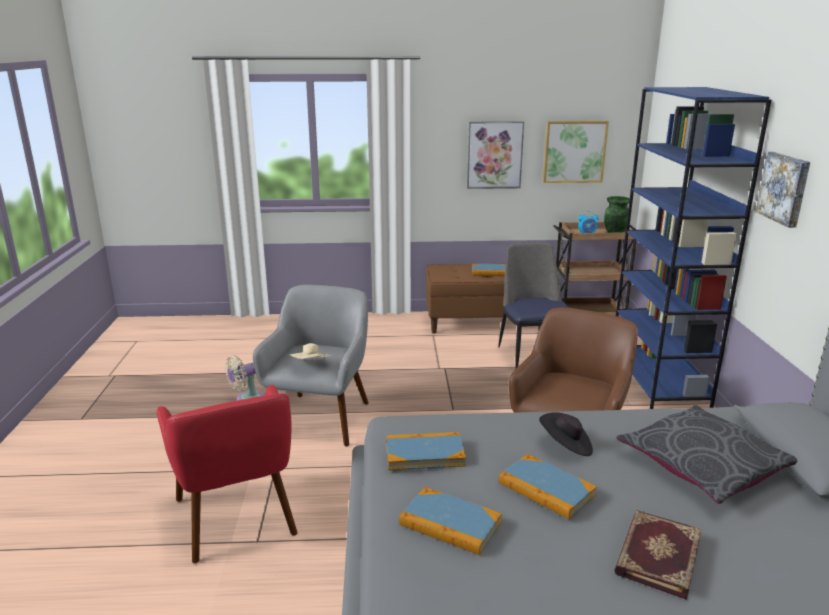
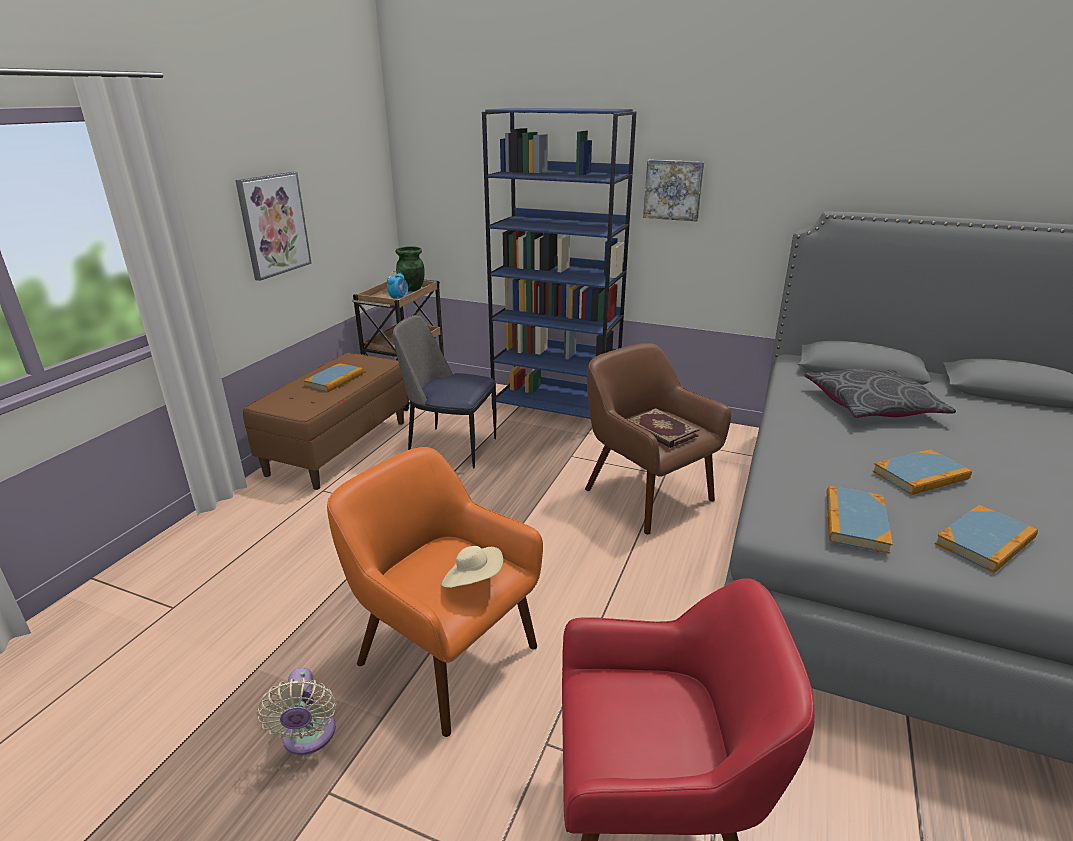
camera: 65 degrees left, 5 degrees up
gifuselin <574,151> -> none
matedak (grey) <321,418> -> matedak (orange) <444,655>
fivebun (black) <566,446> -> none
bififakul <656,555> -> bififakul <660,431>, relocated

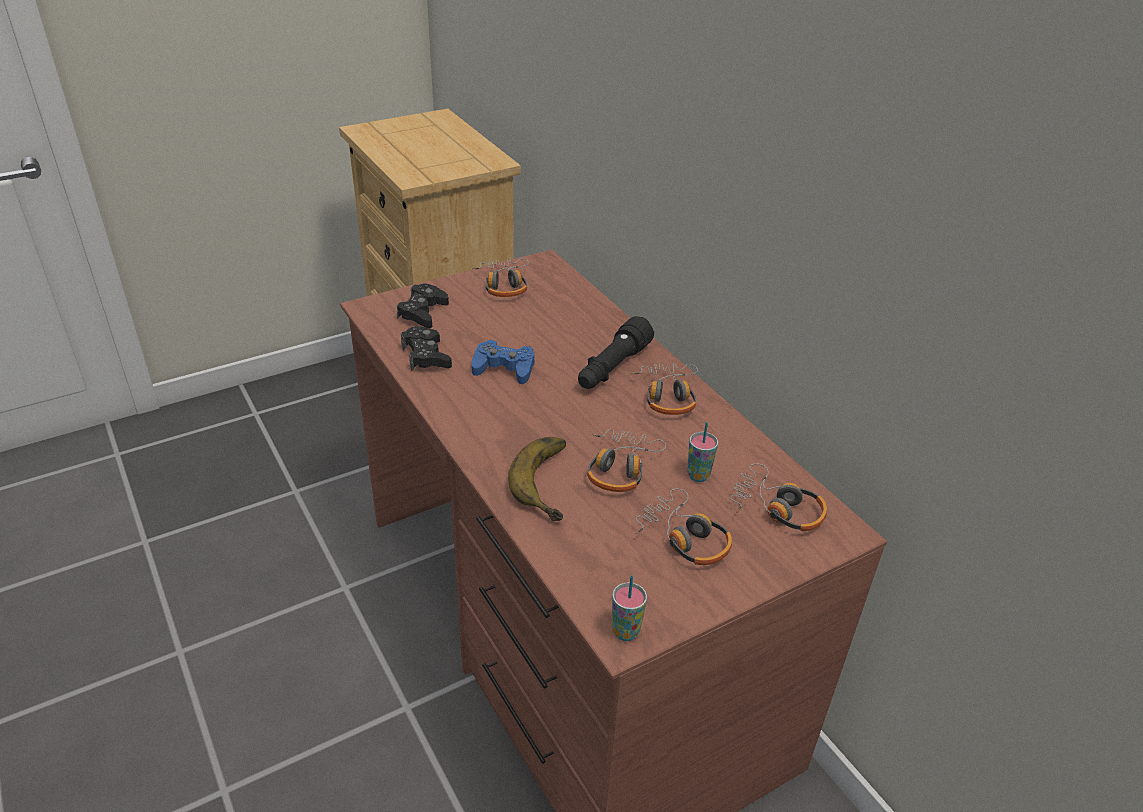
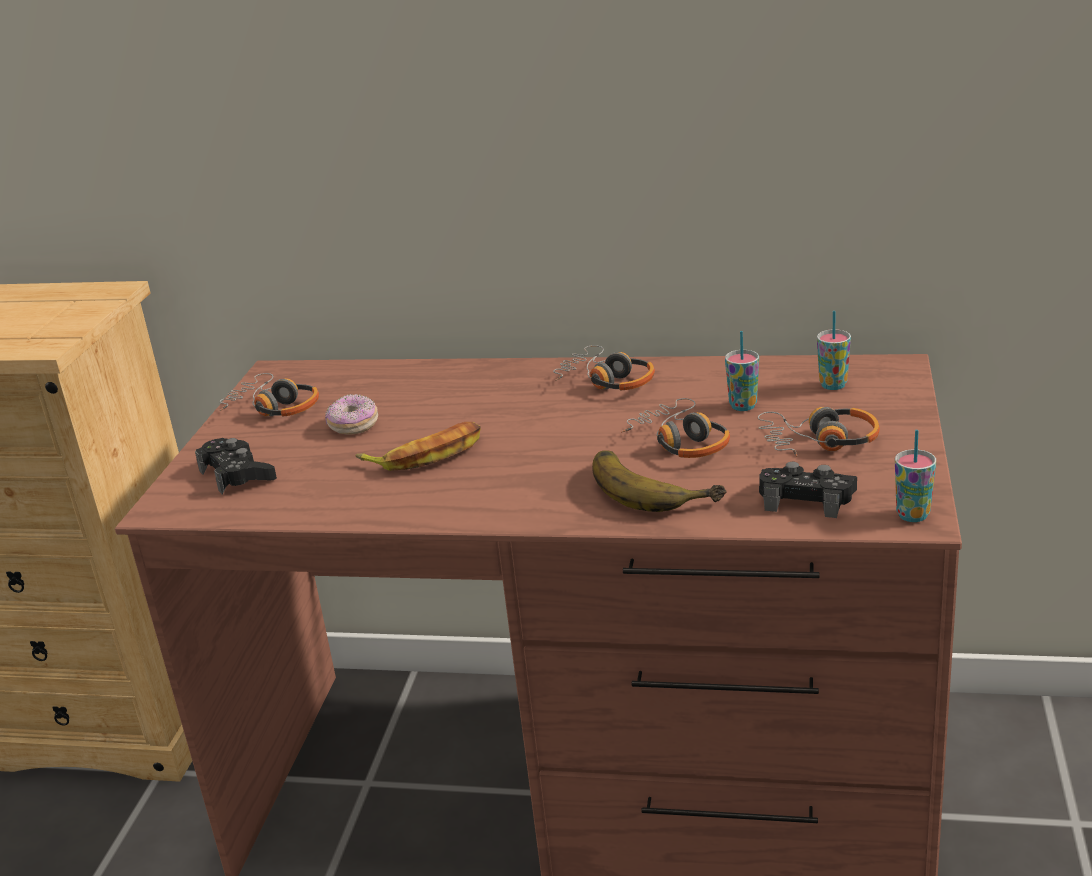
camera: 45 degrees left, 10 degrees down
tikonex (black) <612,368> -> none
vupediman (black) <426,356> -> vupediman (black) <806,499>, relocated
vupediman (blue) <504,368> -> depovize <426,455>
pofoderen <776,508> -> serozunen <833,385>
none -> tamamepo <353,425>

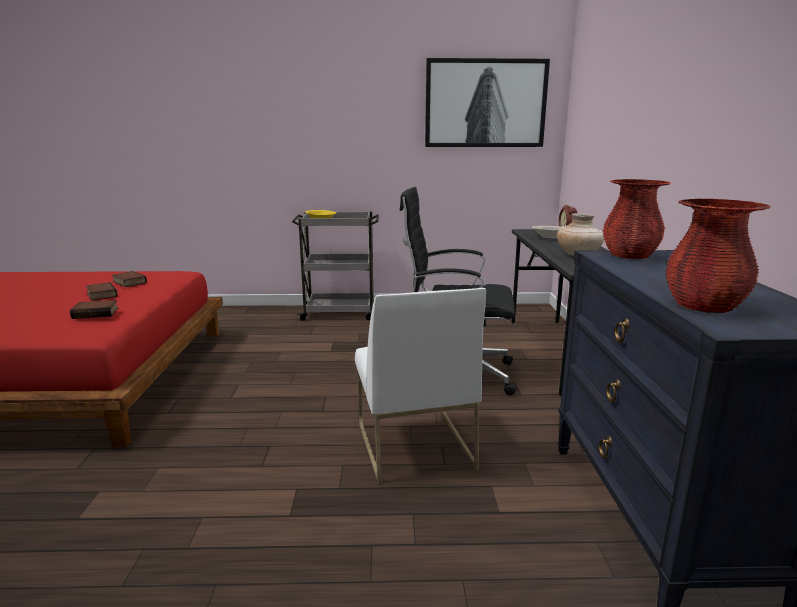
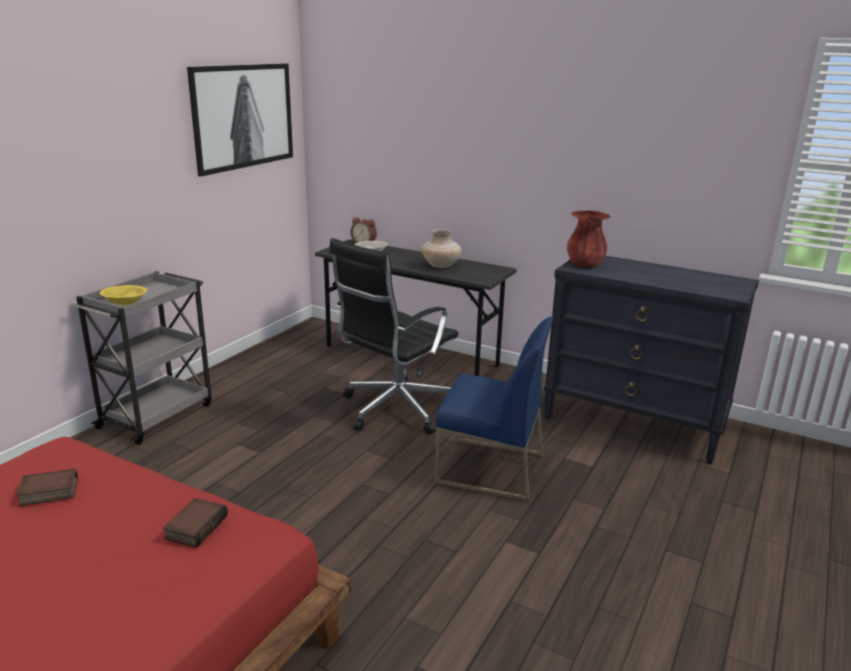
camera: 60 degrees left, 5 degrees up
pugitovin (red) <704,306> -> none
bififakul <100,295> -> none
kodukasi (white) <413,445> -> kodukasi (blue) <489,469>

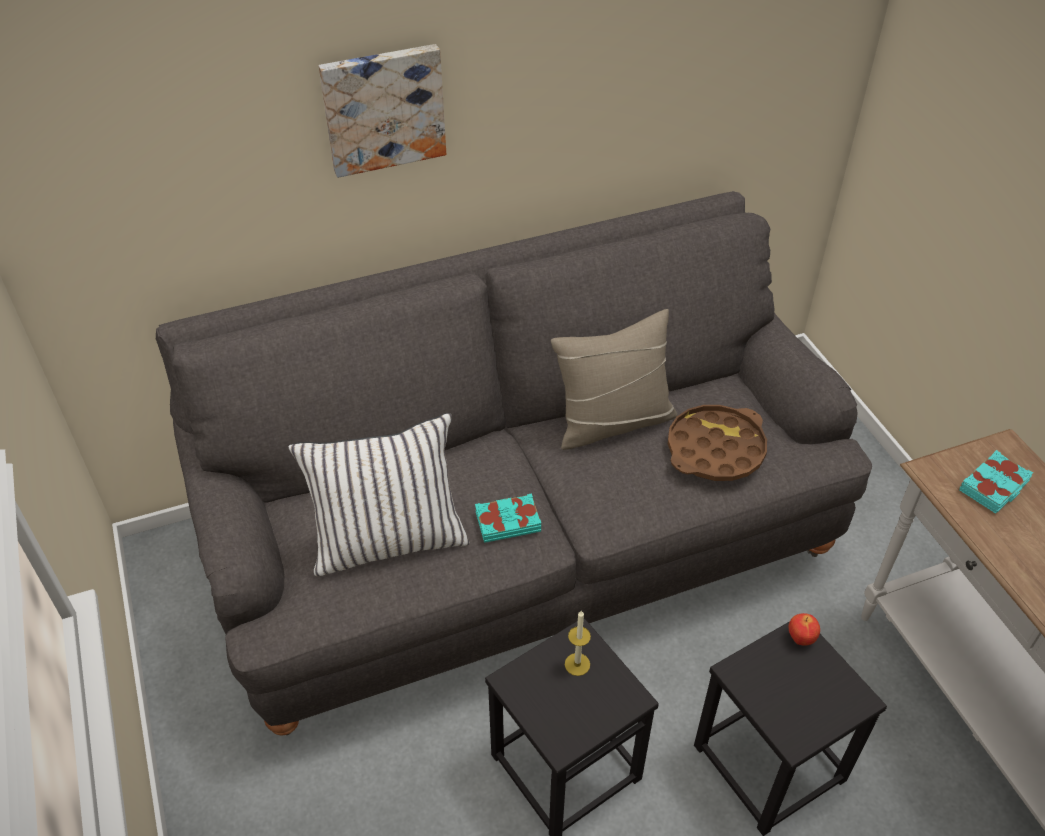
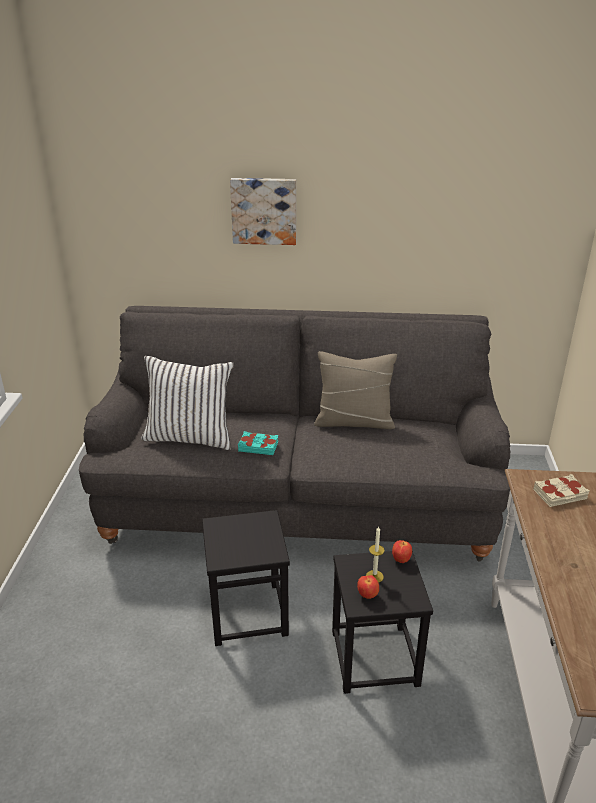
camera: 25 degrees right, 15 degrees down
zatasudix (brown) <715,449> -> none
bififakul (turquoise) <994,486> -> bififakul (beige) <560,495>
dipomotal <577,664> -> dipomotal <374,576>, relocated
none -> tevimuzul <367,595>

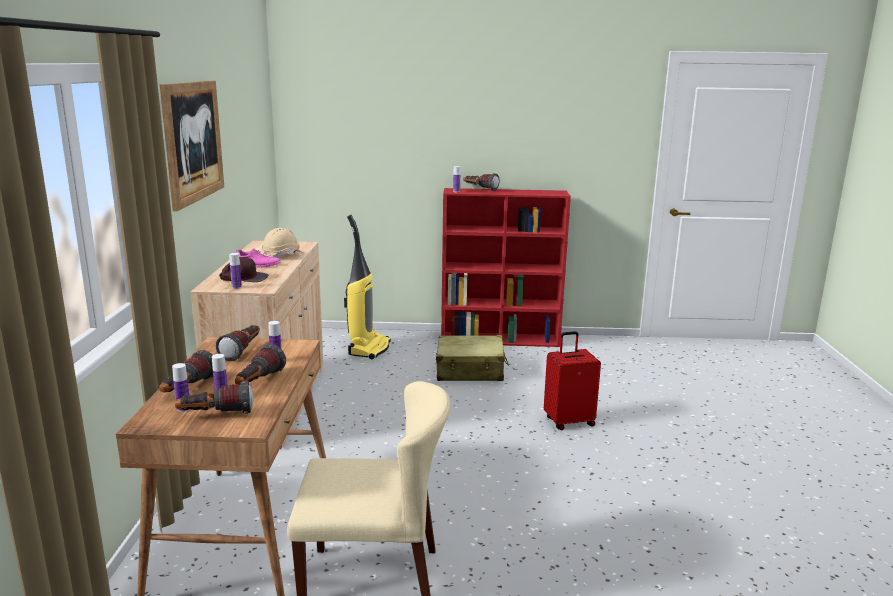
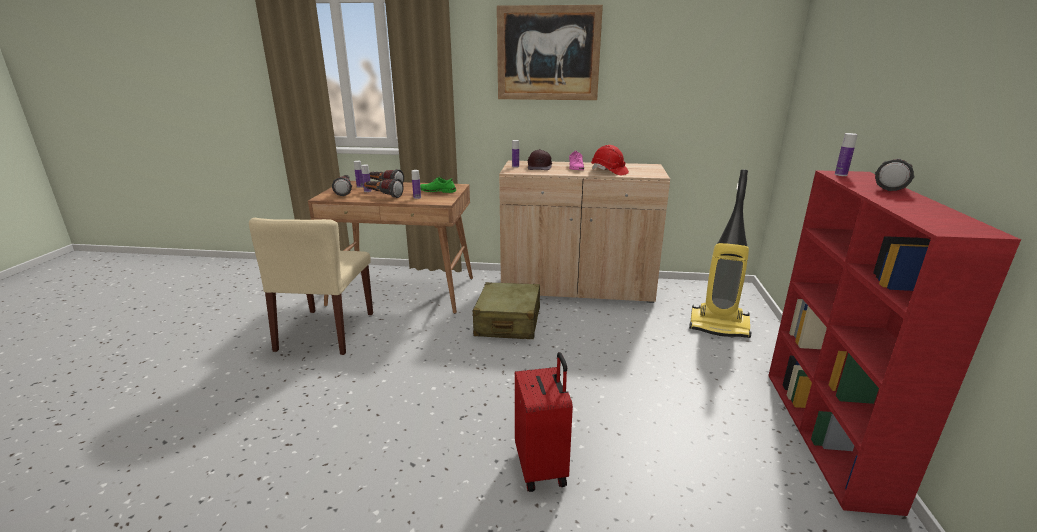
camera: 95 degrees right, 5 degrees up
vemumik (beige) <283,256> -> vemumik (red) <609,171>
tikonex <243,351> -> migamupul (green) <437,191>
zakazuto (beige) <470,370> -> zakazuto (beige) <508,322>, relocated

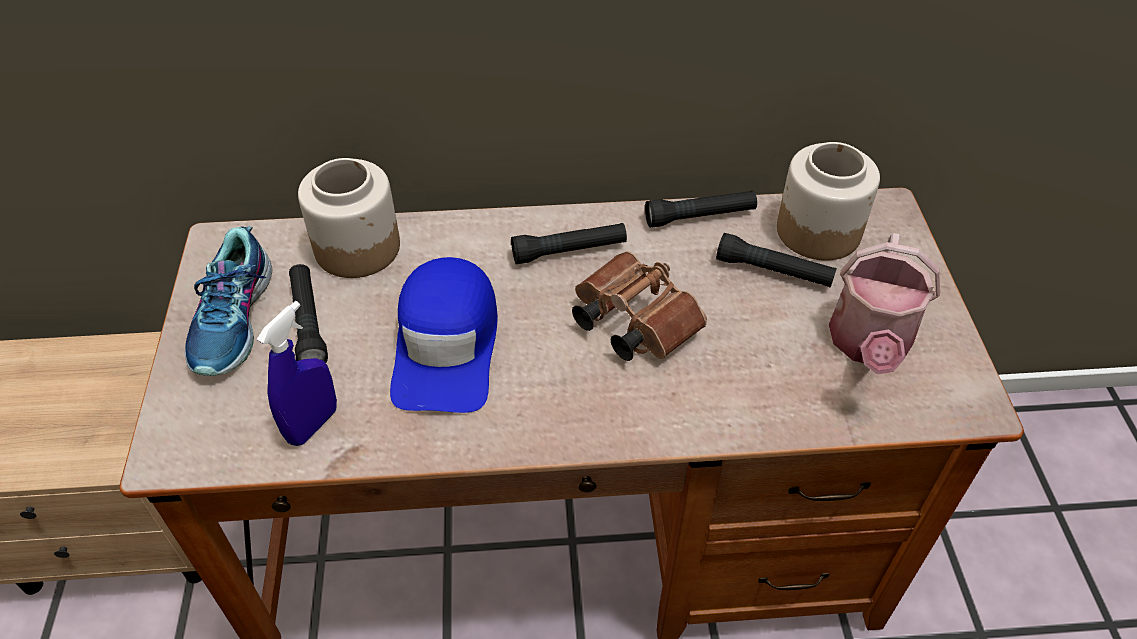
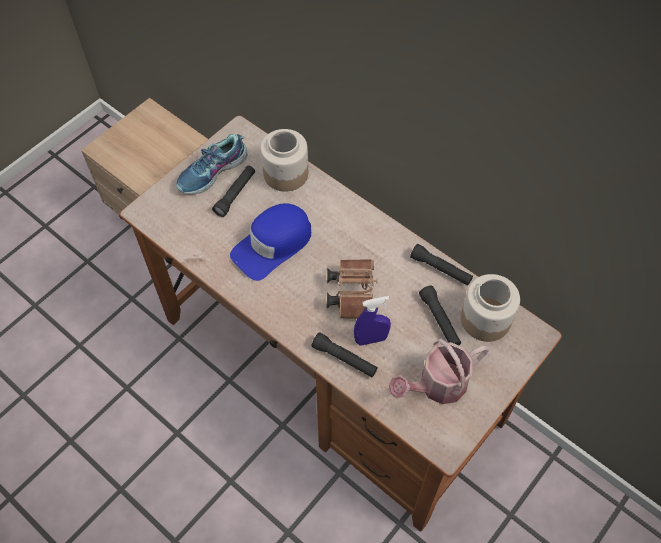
camera: 45 degrees right, 10 degrees up
tikonex (black) <569,251> -> tikonex (black) <344,359>, relocated
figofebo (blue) <313,425> -> figofebo (blue) <371,339>, relocated

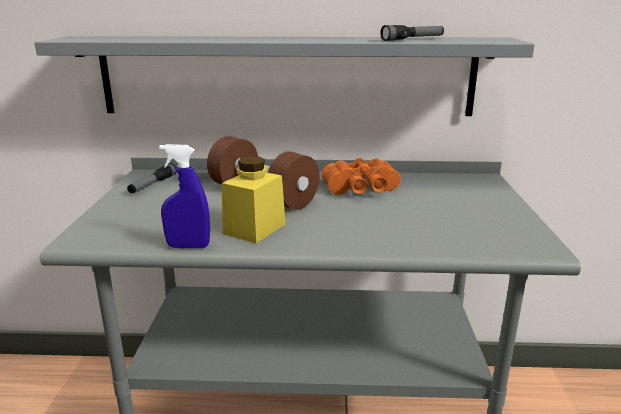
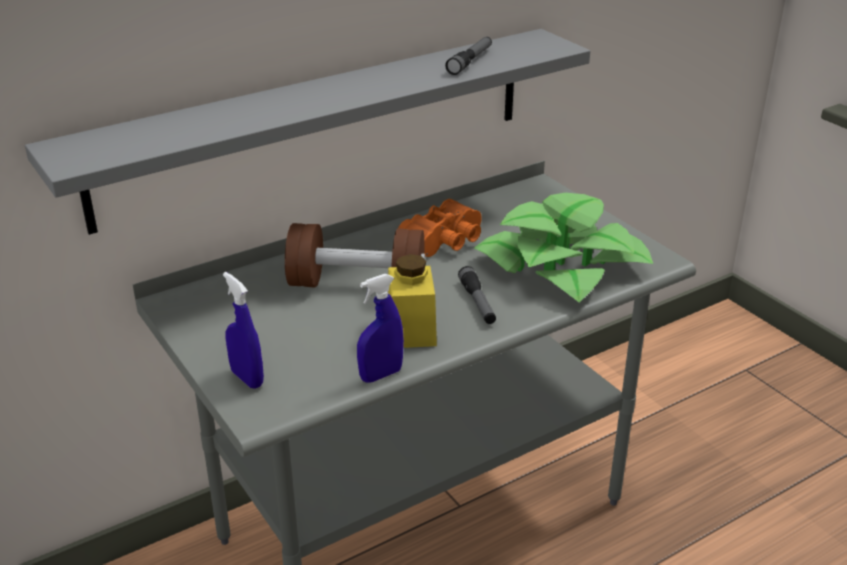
camera: 35 degrees left, 10 degrees up
tikonex <153,184> -> tikonex <477,302>, relocated
none -> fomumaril <562,266>
none -> figofebo (blue) <247,378>

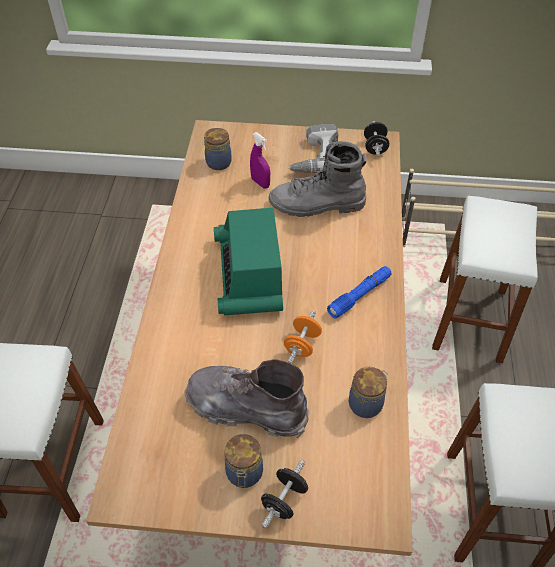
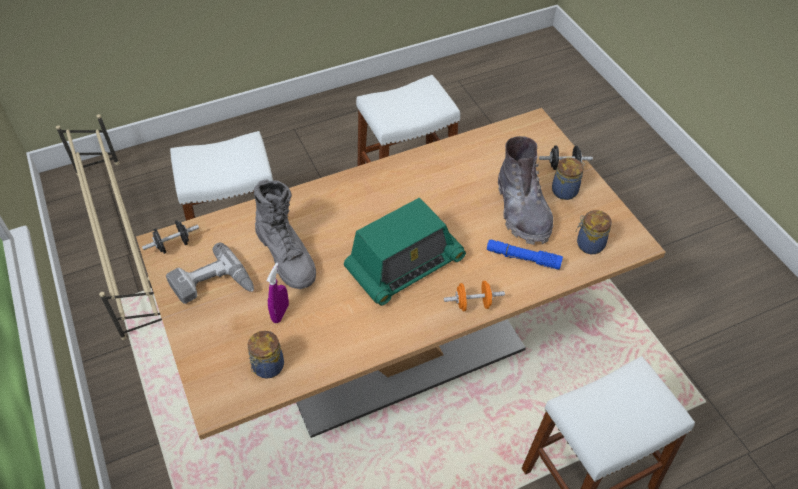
camera: 120 degrees left, 0 degrees up
tikonex (blue) <359,295> -> tikonex (blue) <523,258>, relocated
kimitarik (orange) <302,345> -> kimitarik (orange) <473,304>, relocated
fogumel <366,403> -> fogumel <588,244>, relocated

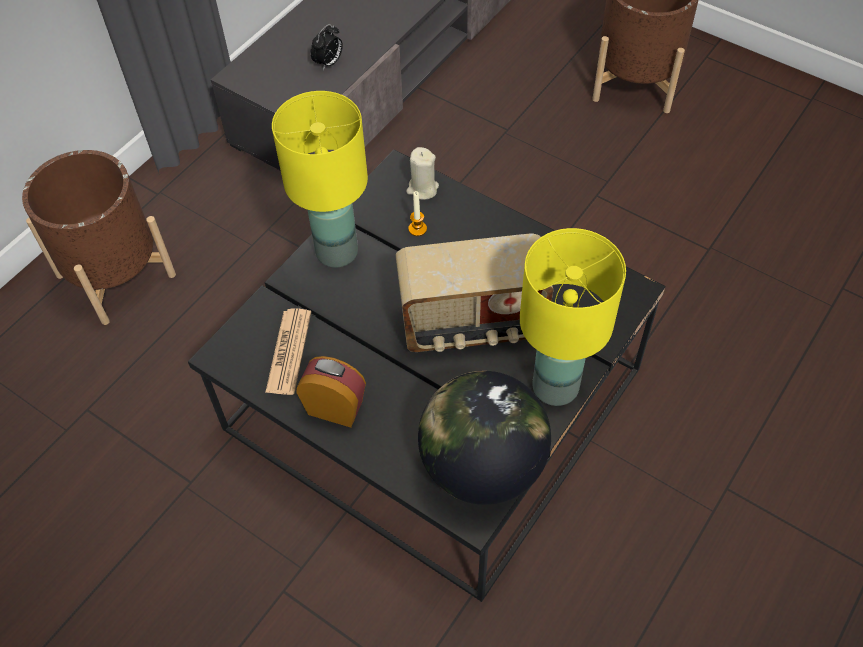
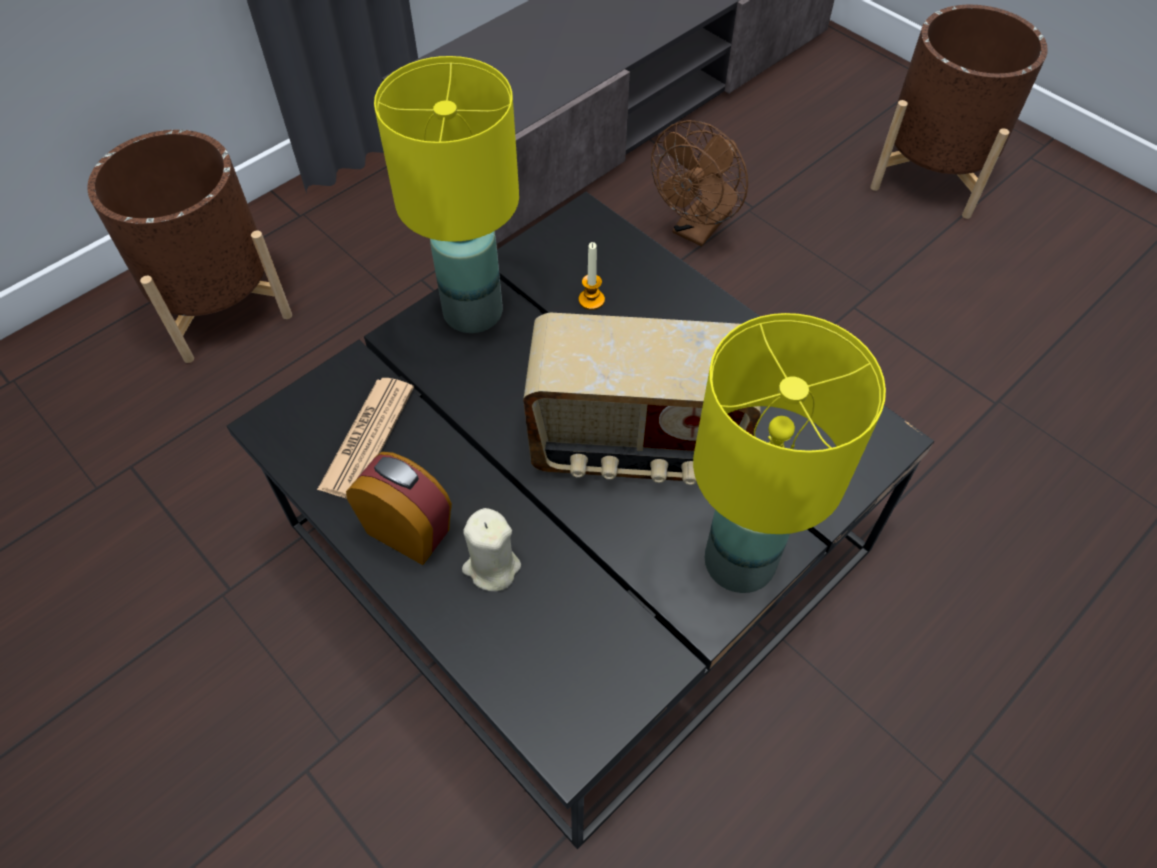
camera: 10 degrees right, 0 degrees up
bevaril <328,63> -> none
dipomotal (beige) <422,189> -> dipomotal (beige) <491,567>, relocated
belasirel <482,466> -> none
none -> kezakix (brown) <697,230>

